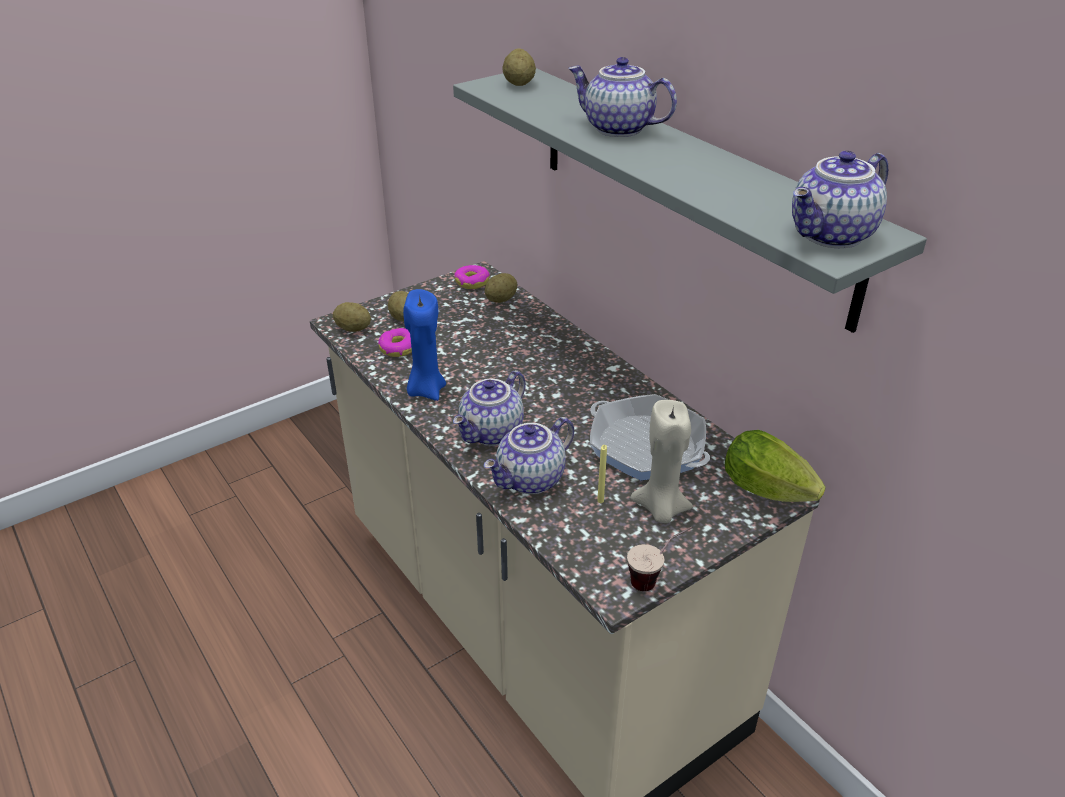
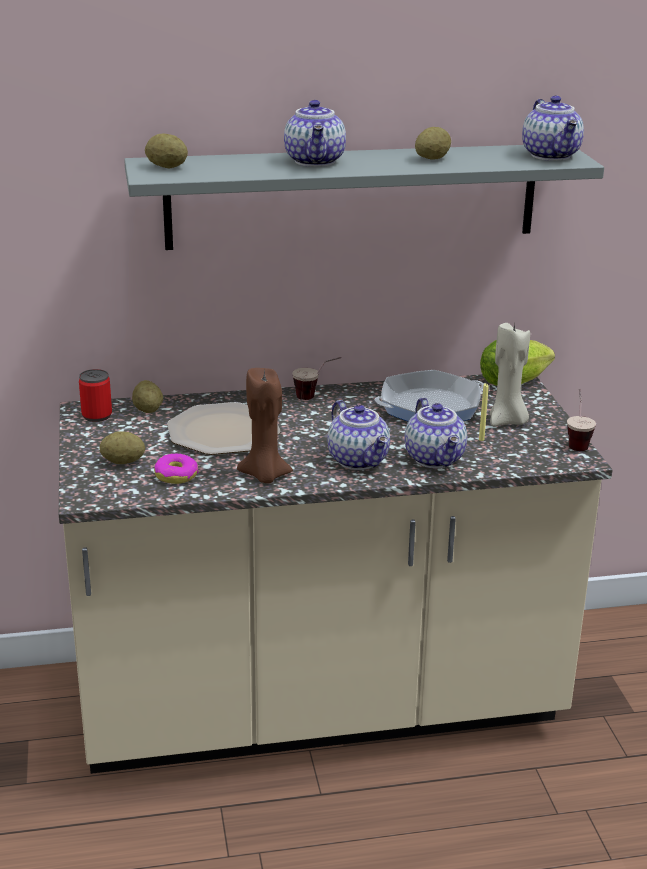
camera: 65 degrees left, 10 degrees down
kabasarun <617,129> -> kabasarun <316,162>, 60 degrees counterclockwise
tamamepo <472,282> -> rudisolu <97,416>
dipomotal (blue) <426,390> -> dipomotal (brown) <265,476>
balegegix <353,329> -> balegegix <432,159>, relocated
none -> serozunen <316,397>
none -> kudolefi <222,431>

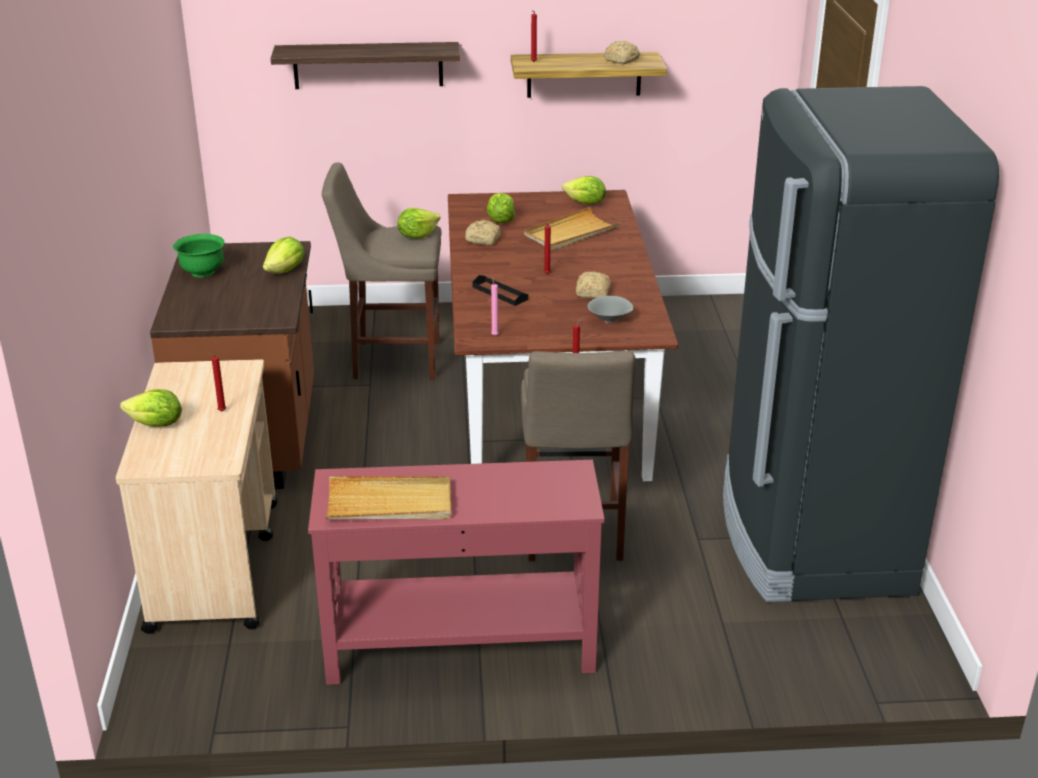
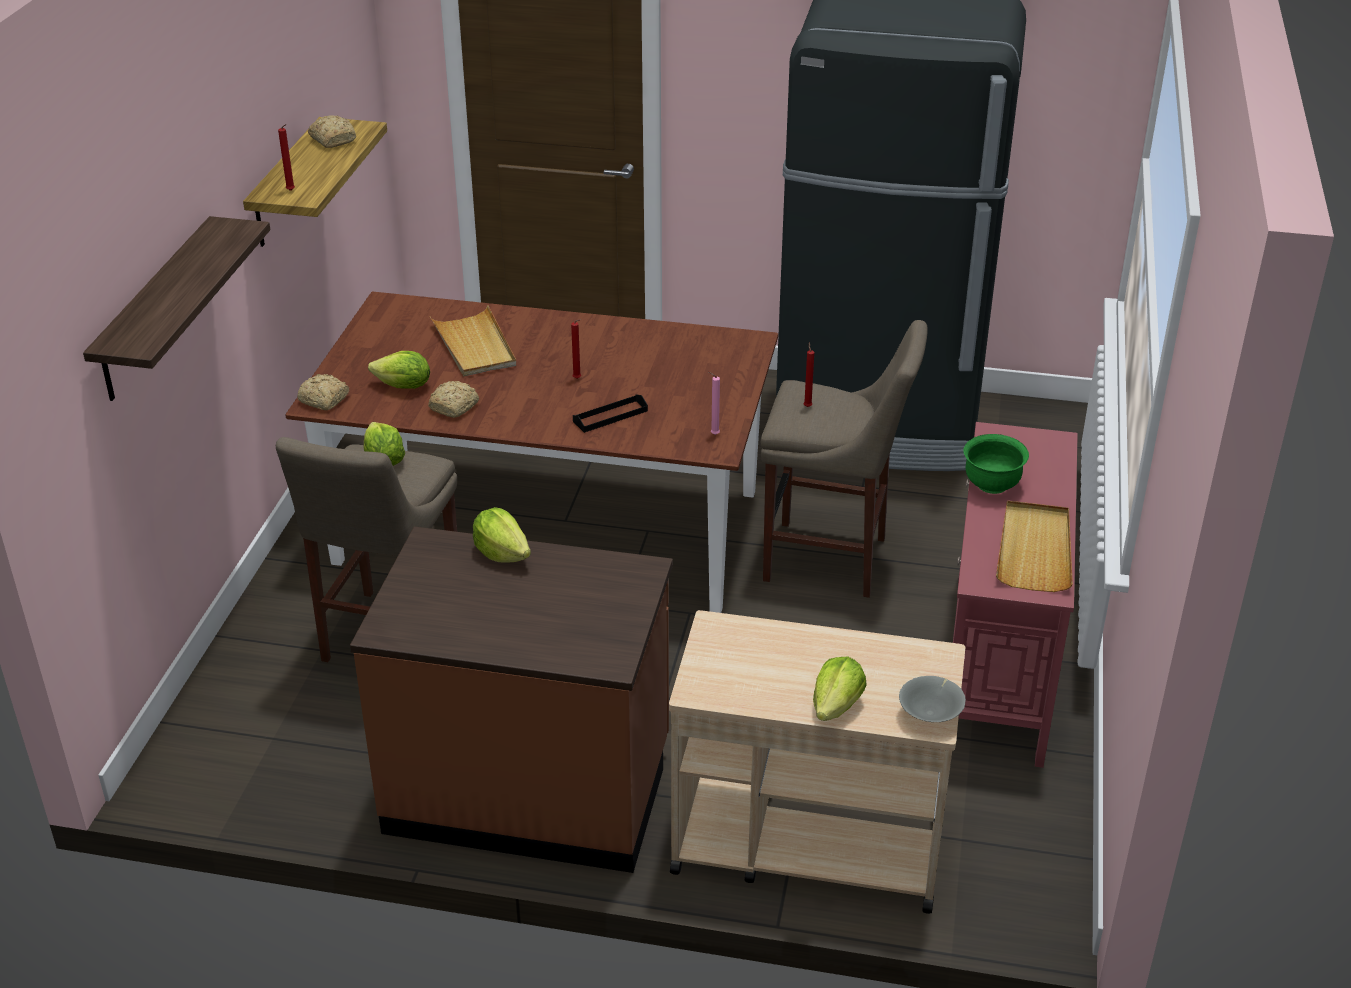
camera: 75 degrees left, 5 degrees up
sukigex <585,203> -> none
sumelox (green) <202,272> -> sumelox (green) <991,485>, relocated
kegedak <592,293> -> kegedak <324,400>, relocated
sumelox (grey) <610,320> -> sumelox (grey) <931,715>, relocated
dipomotal (red) <220,411> -> none

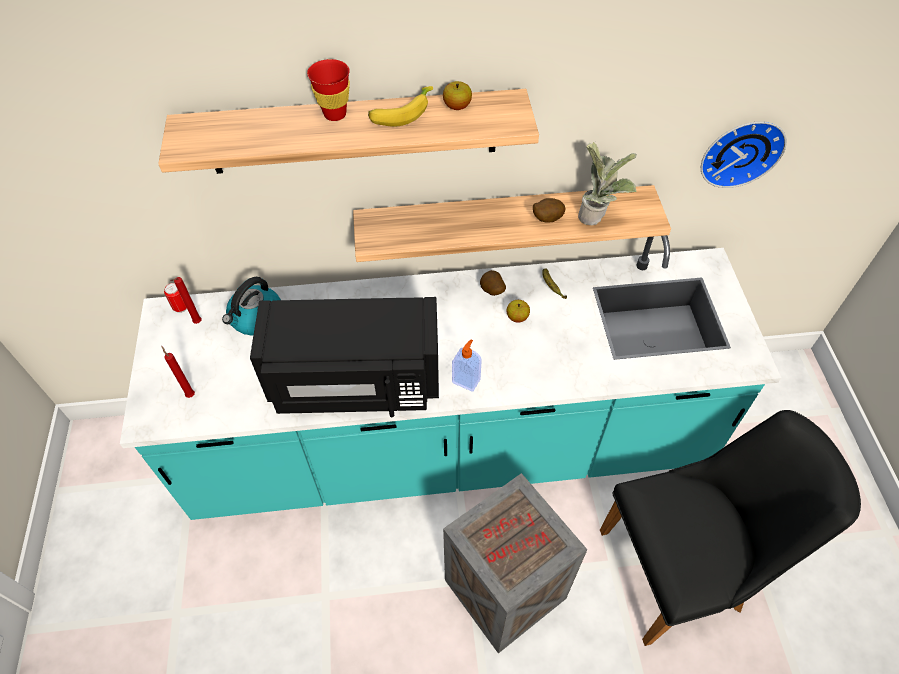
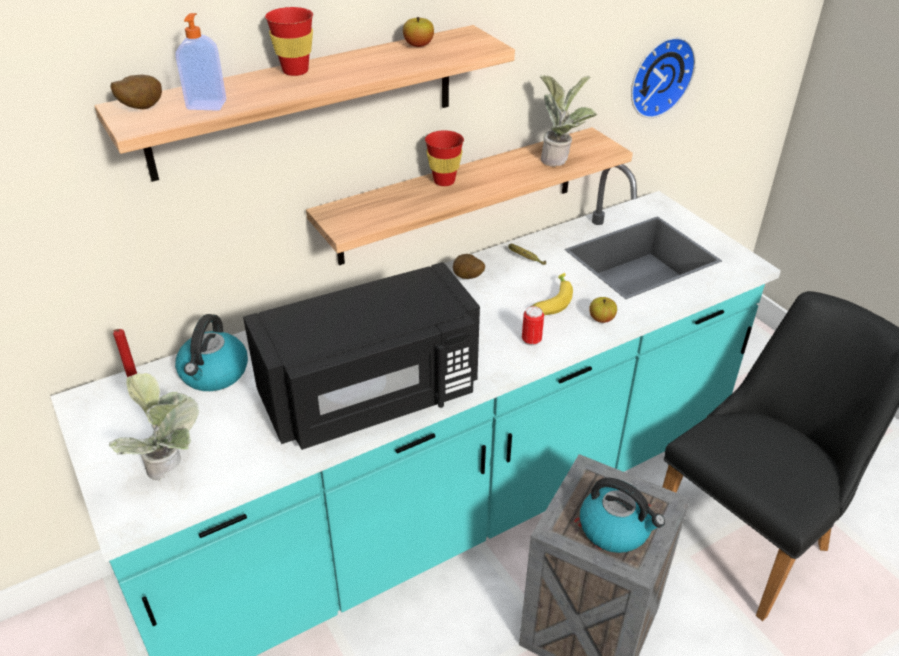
camera: 25 degrees left, 15 degrees down
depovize <401,112> -> depovize <550,301>, relocated
balegegix <546,219> -> balegegix <140,108>, relocated
rudisolu <181,307> -> rudisolu <531,341>, relocated
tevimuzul <517,317> -> tevimuzul <601,319>, relocated
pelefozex <466,380> -> pelefozex <207,104>, relocated
dipomotal (red) <190,394> -> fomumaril <172,471>
none -> serozunen (red) <444,181>
none -> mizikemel <615,529>

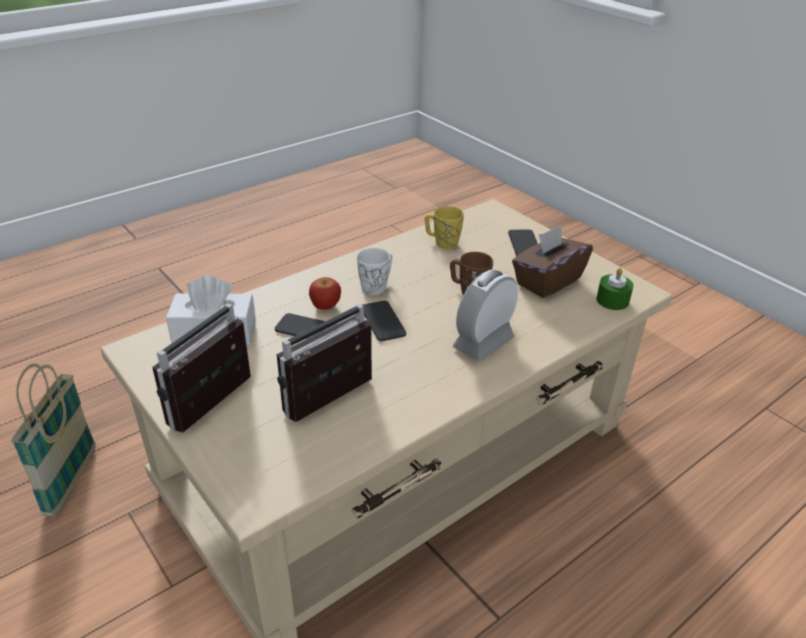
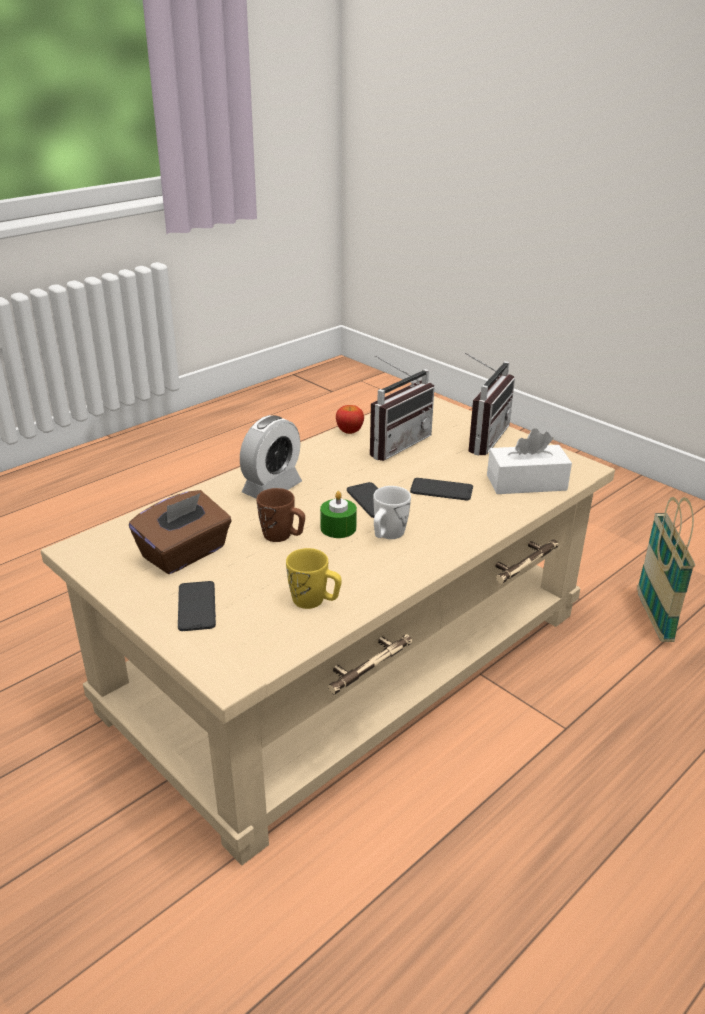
camera: 175 degrees right, 5 degrees down
dipomotal (green) <612,300> -> dipomotal (green) <338,528>, relocated
tevimuzul <325,306> -> tevimuzul <349,431>, relocated

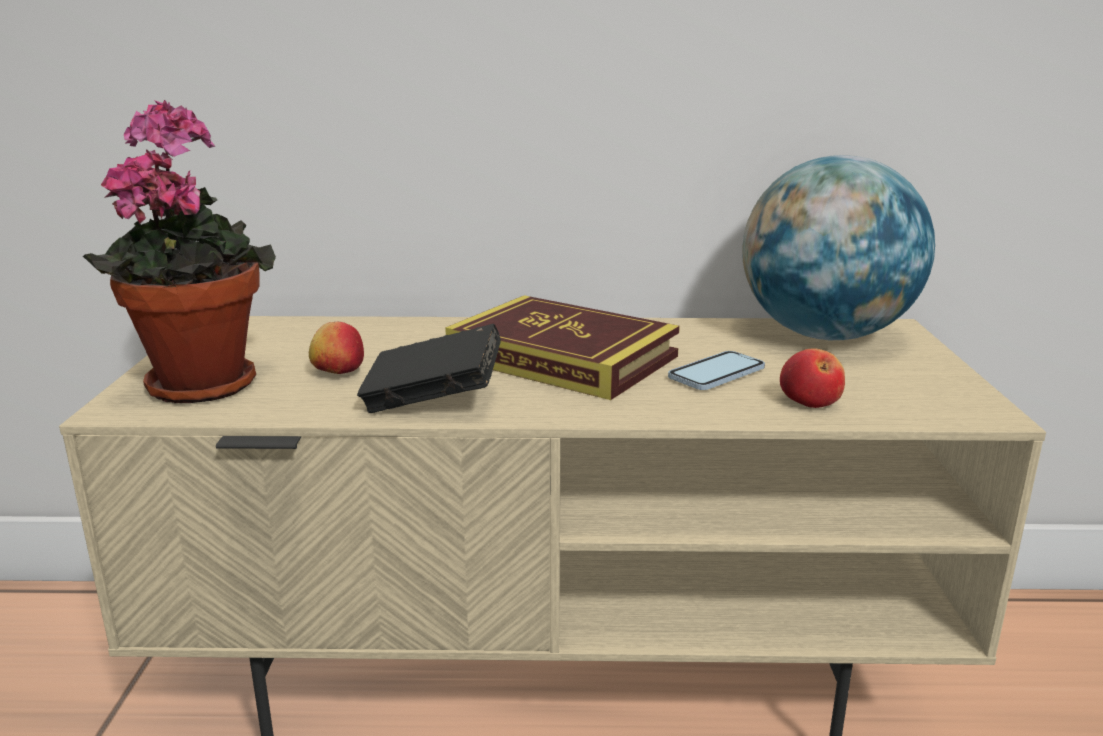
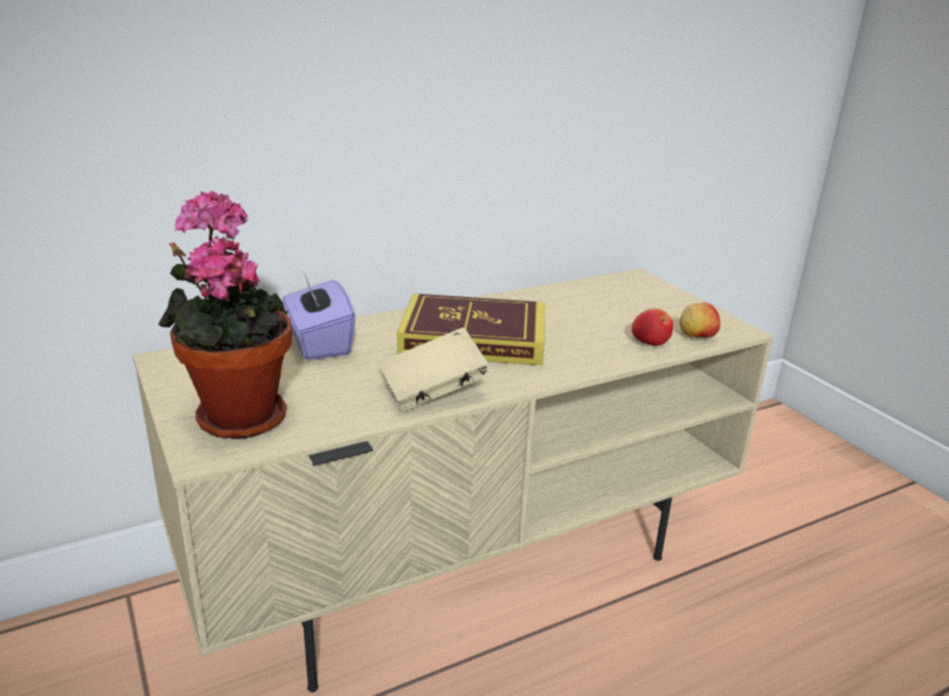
camera: 30 degrees left, 5 degrees up
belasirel <824,335> -> none
tevimuzul <338,372> -> tevimuzul <697,336>, relocated
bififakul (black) <433,400> -> bififakul (beige) <433,391>
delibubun <716,374> -> none
none -> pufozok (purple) <319,343>

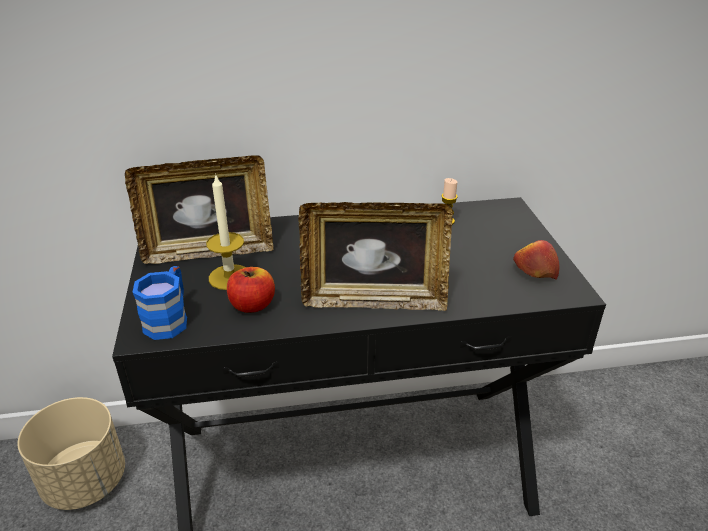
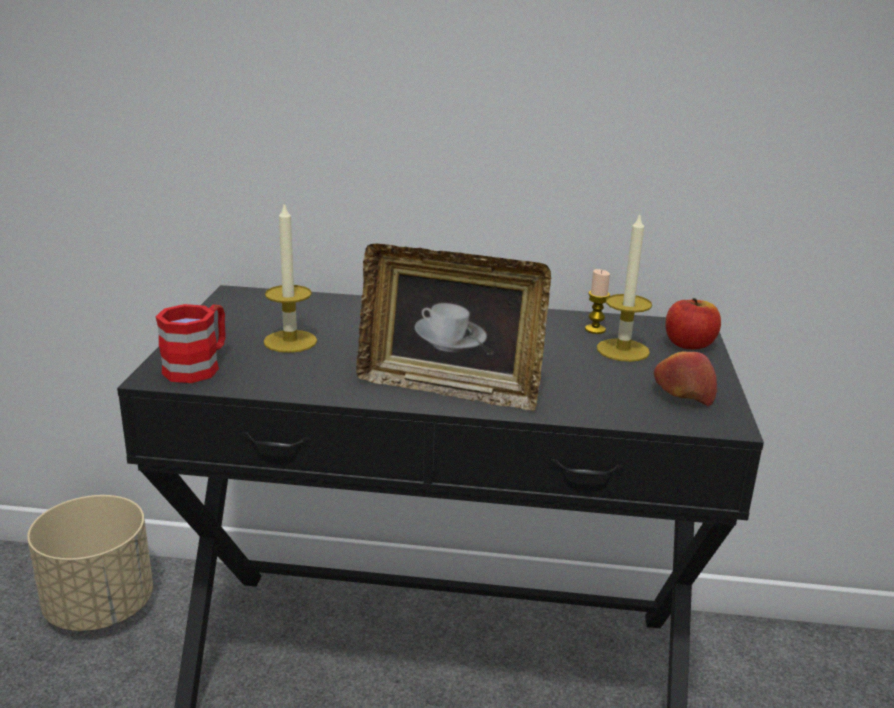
camera: 15 degrees right, 10 degrees down
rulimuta <208,251> -> none
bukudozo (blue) <170,318> -> bukudozo (red) <199,366>
tevimuzul <252,305> -> tevimuzul <689,344>, relocated
none -> dipomotal <623,350>

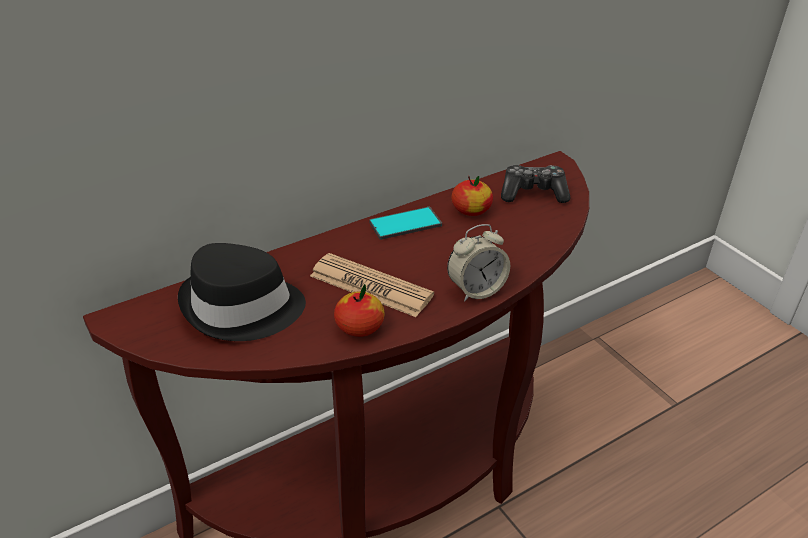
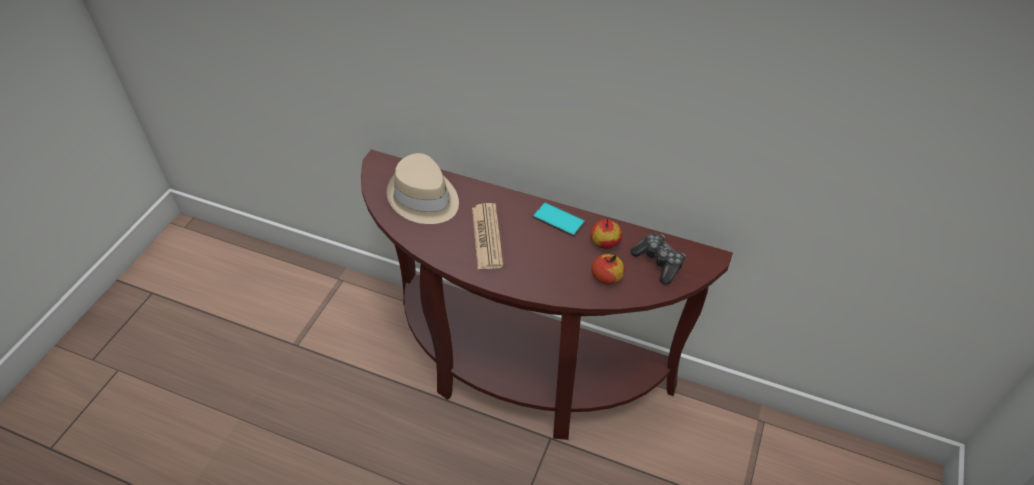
camera: 55 degrees right, 10 degrees up
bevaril <476,290> -> none
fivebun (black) <242,308> -> fivebun (beige) <423,199>
tevimuzul <359,327> -> tevimuzul <607,277>, relocated

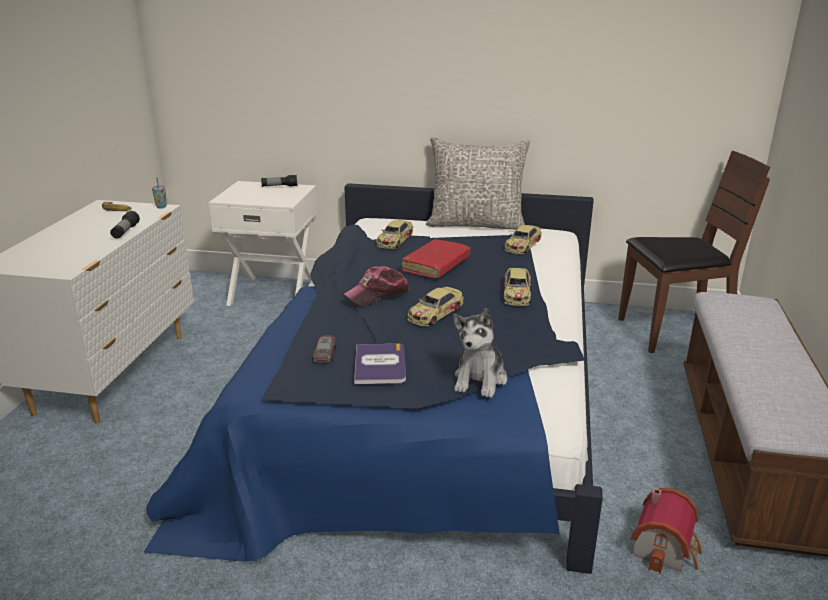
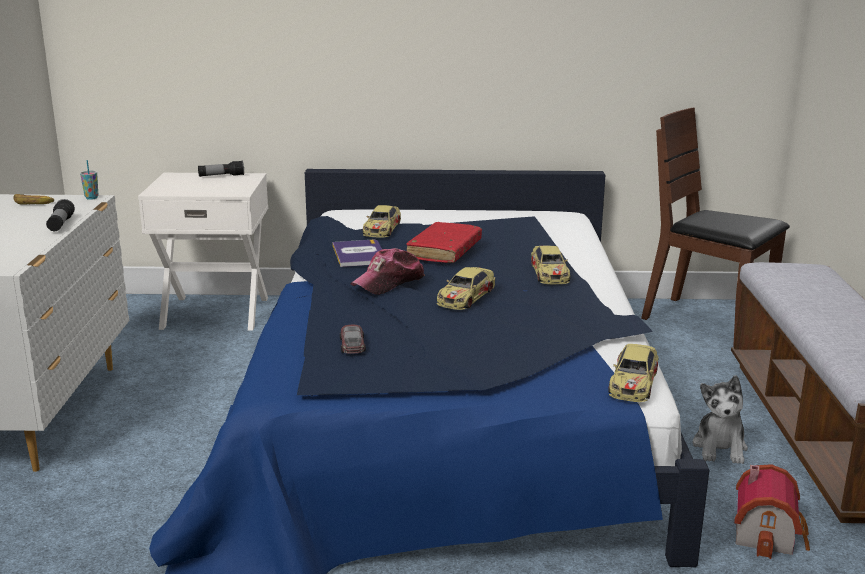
camera: 10 degrees left, 5 degrees down
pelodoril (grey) <476,224> -> none
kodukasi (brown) <673,331> -> kodukasi (brown) <707,322>, 120 degrees counterclockwise
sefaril <522,244> -> sefaril <633,381>, relocated
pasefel <480,379> -> pasefel <720,447>, relocated
bififakul <380,365> -> bififakul <359,254>, relocated

